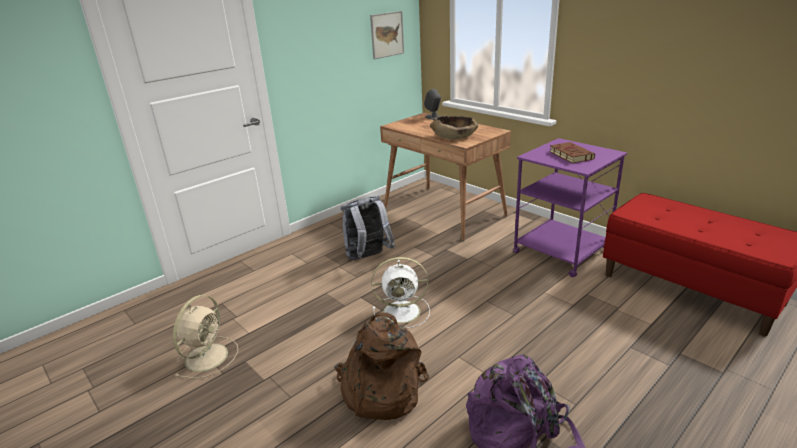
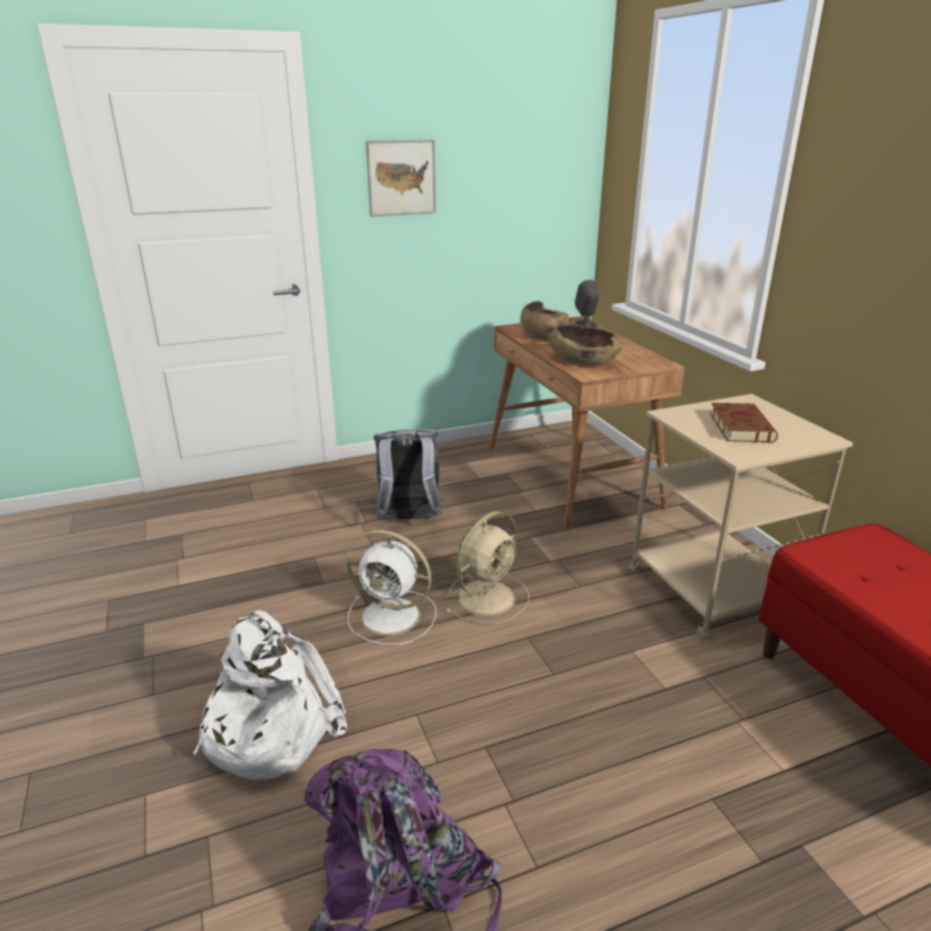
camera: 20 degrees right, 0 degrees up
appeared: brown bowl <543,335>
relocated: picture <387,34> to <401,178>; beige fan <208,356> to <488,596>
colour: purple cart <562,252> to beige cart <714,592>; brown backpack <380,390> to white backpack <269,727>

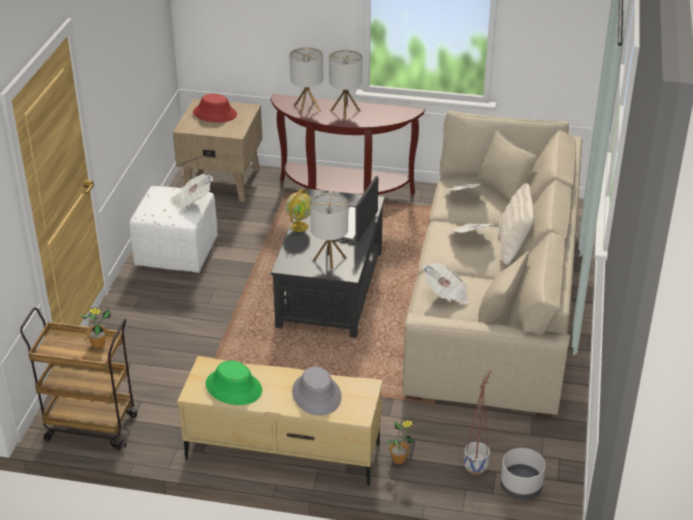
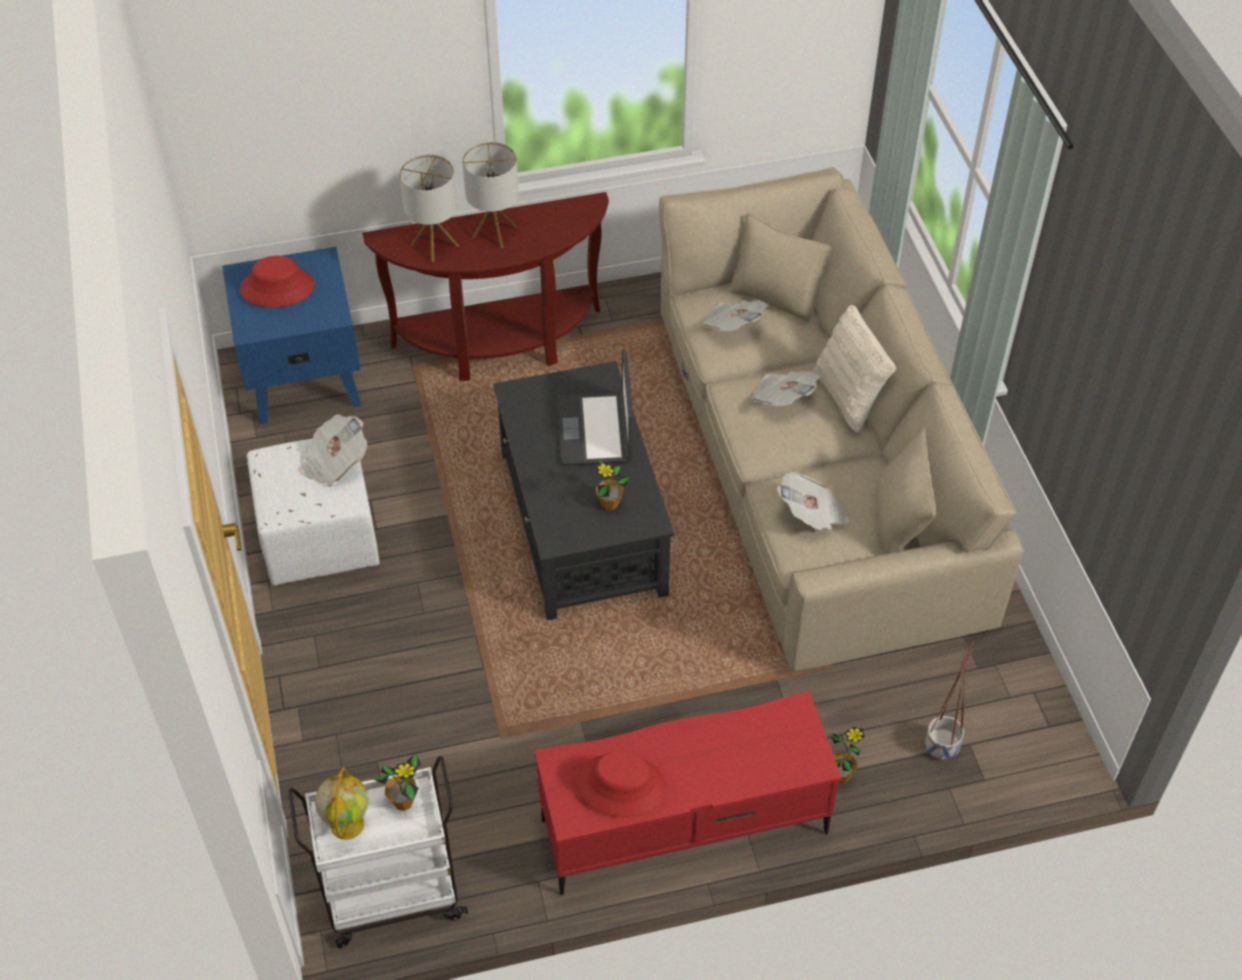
camera: 25 degrees left, 15 degrees up
missing: grey hat <317,394>; grey planter <521,487>
relocated: globe <299,226> to <347,823>
exchanged: table lamp <329,259> to potted plant <609,504>
colour: beige nightstand <223,182> to blue nightstand <305,378>; brown cart <90,427> to white cart <391,898>; beige tv stand <283,450> to red tv stand <683,824>; green hat <234,387> to red hat <621,786>

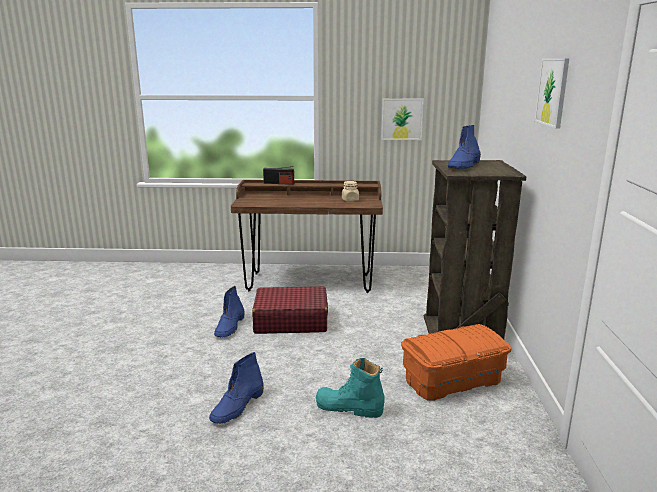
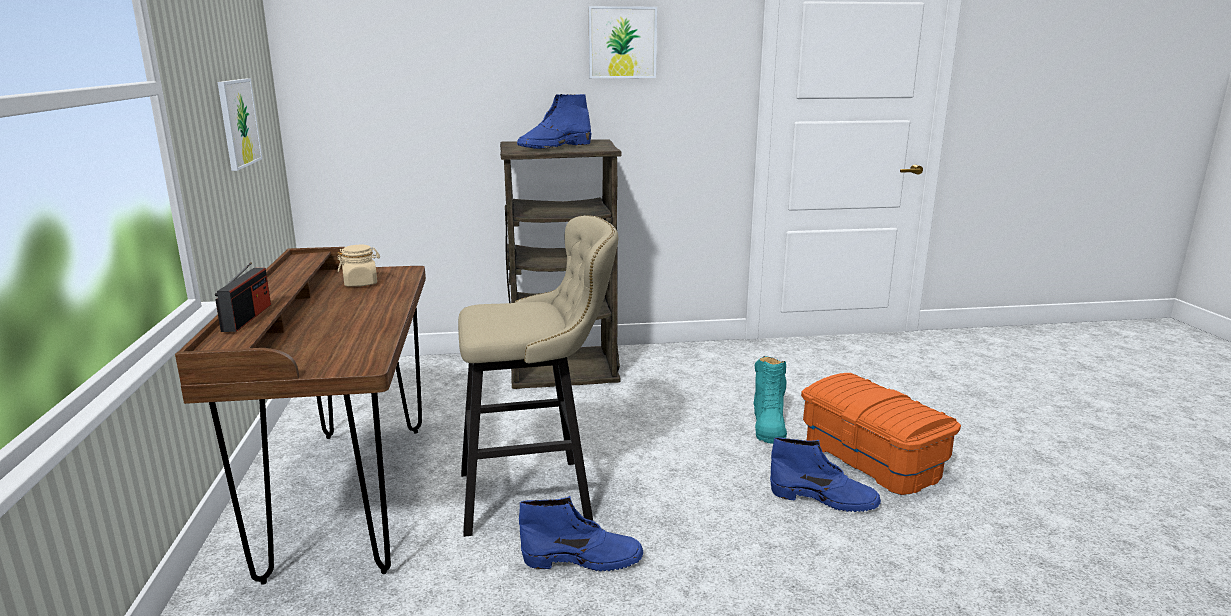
camera: 100 degrees left, 0 degrees up
relocated: orange storage box <452,380> to <872,458>
exchanged: red suitcase <290,321> to beige stool <542,493>
spun: blue boot <463,166> = <554,147> 120 degrees clockwise

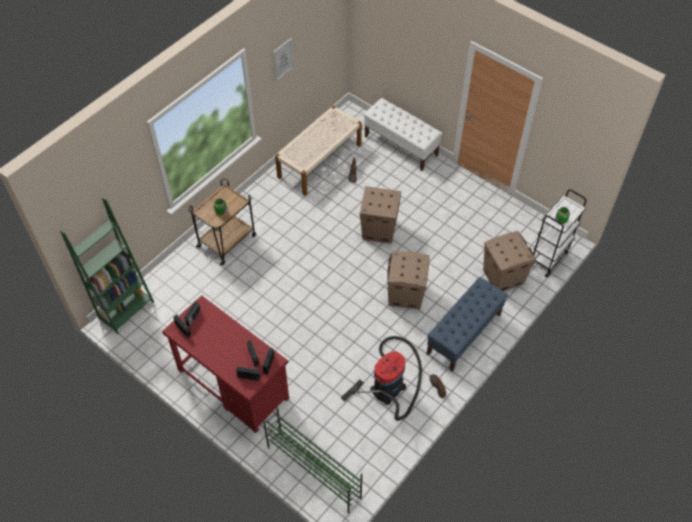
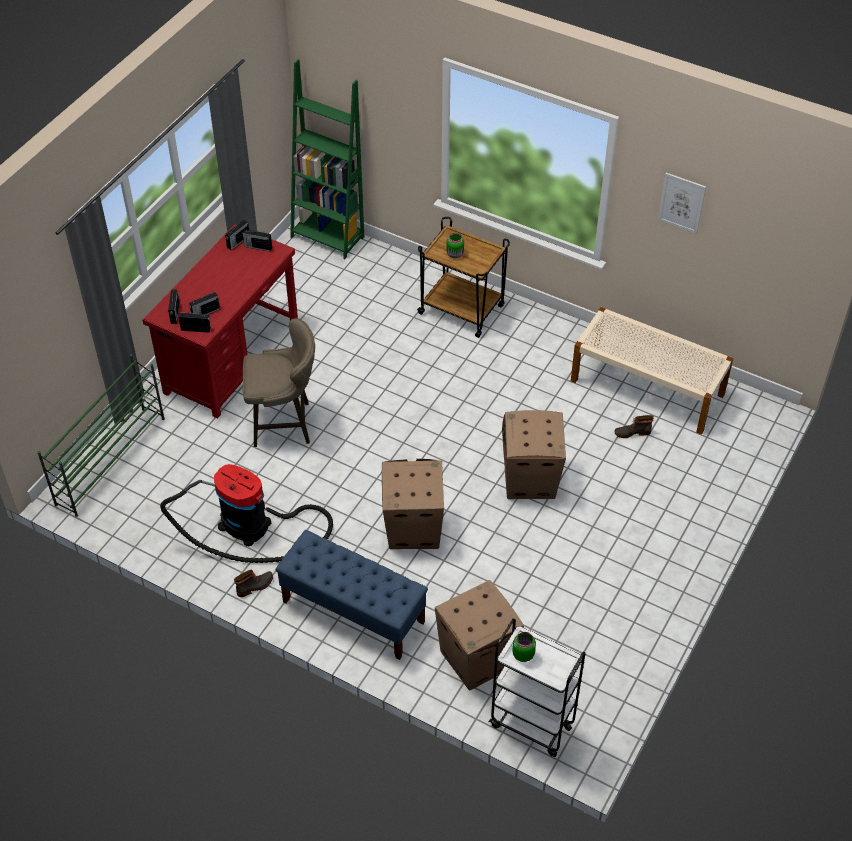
camera: 80 degrees right, 5 degrees down
missing: white bench <401,146>
appeared: beige stool <285,424>

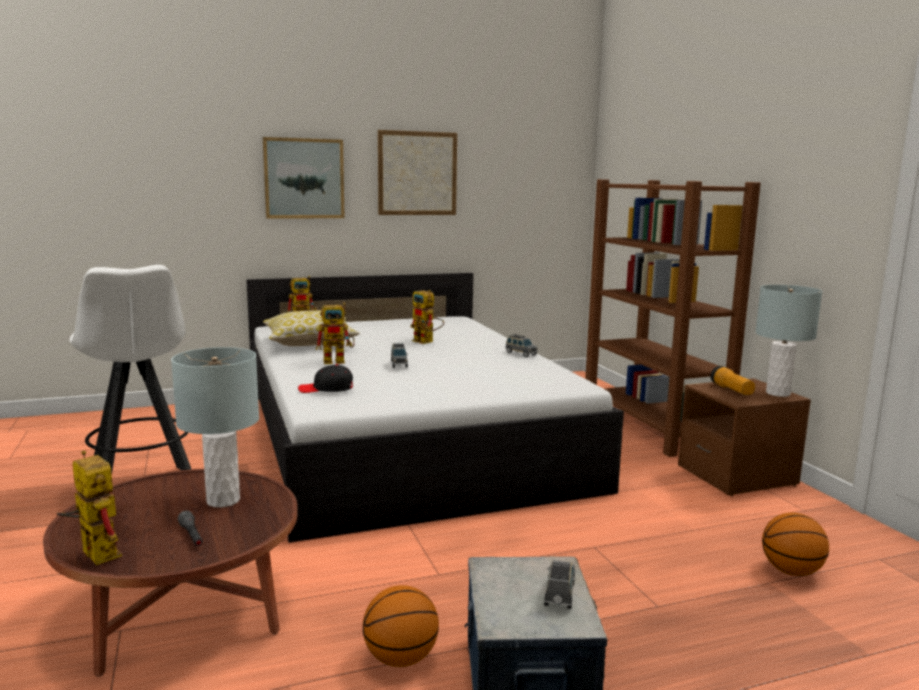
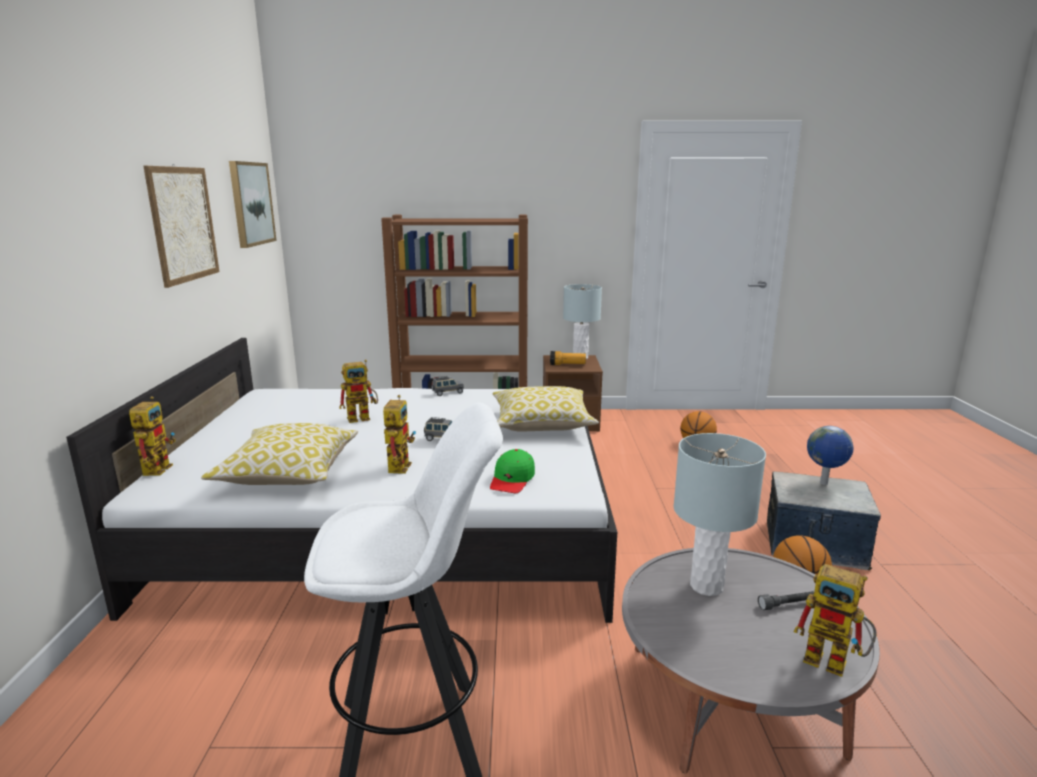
camera: 70 degrees left, 5 degrees up
appeared: pillow <542,424>
relocated: picture <304,178> to <251,203>
exchanged: grey toy car <559,595> to globe <824,483>
colour: black cap <326,389> to green cap <512,480>; brown coffee table <184,608> to grey coffee table <732,698>
spun: toy robot <94,552> = <835,662> 120 degrees counterclockwise

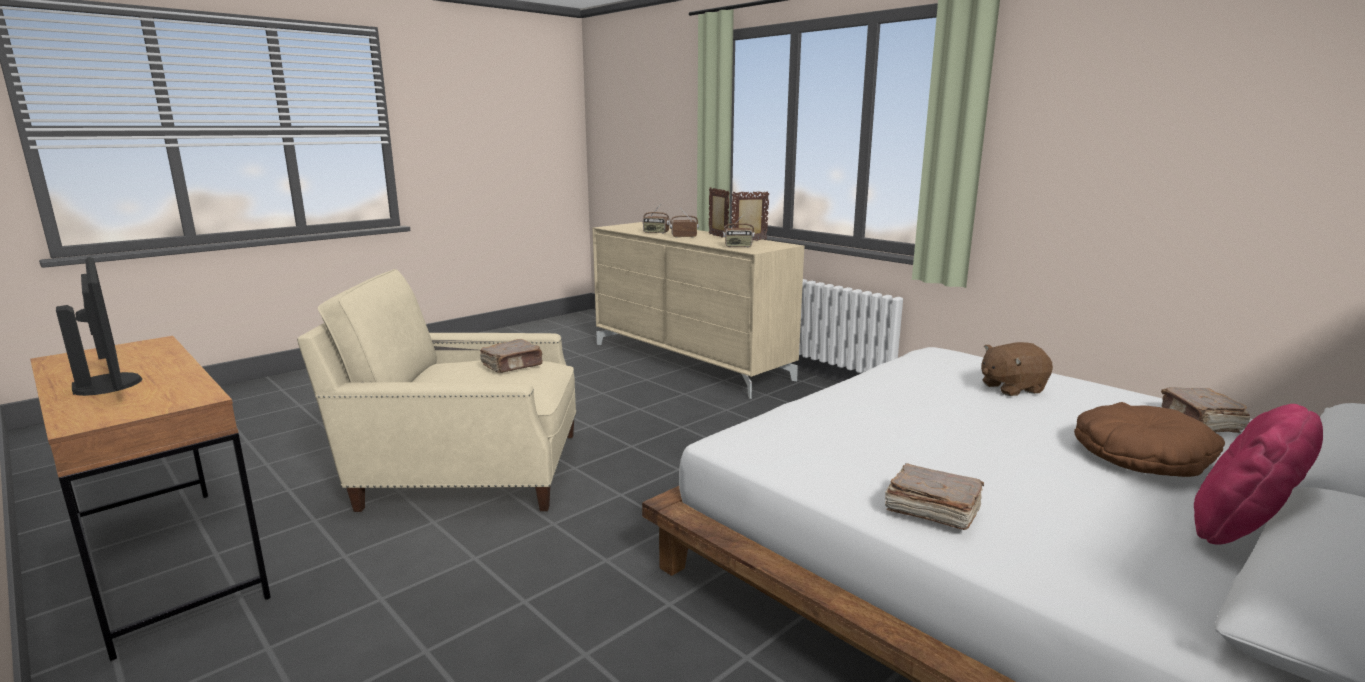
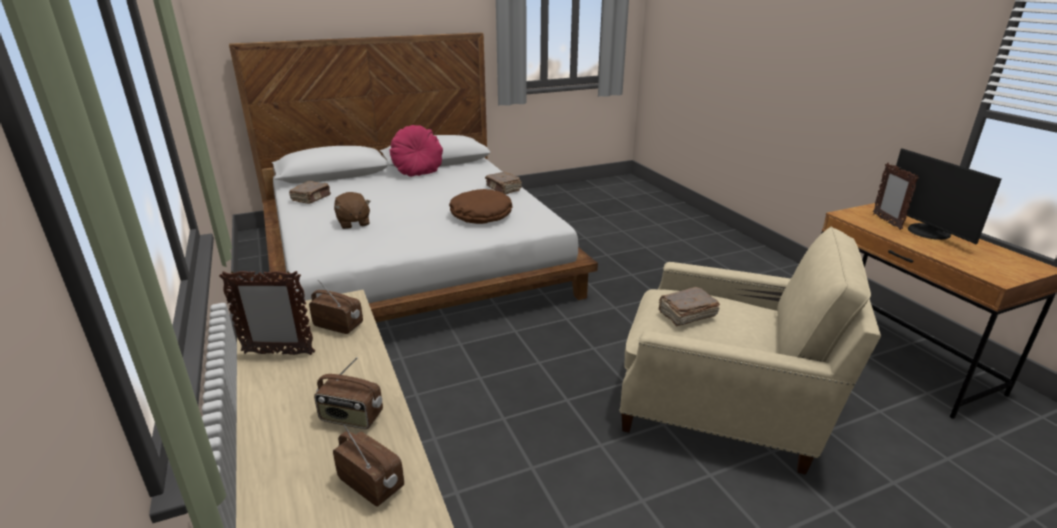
camera: 160 degrees left, 10 degrees up
relocated: picture frame <718,236> to <886,221>; brown pillow <1139,456> to <481,216>
spun: brown plush toy <1011,388> = <353,223> 60 degrees clockwise

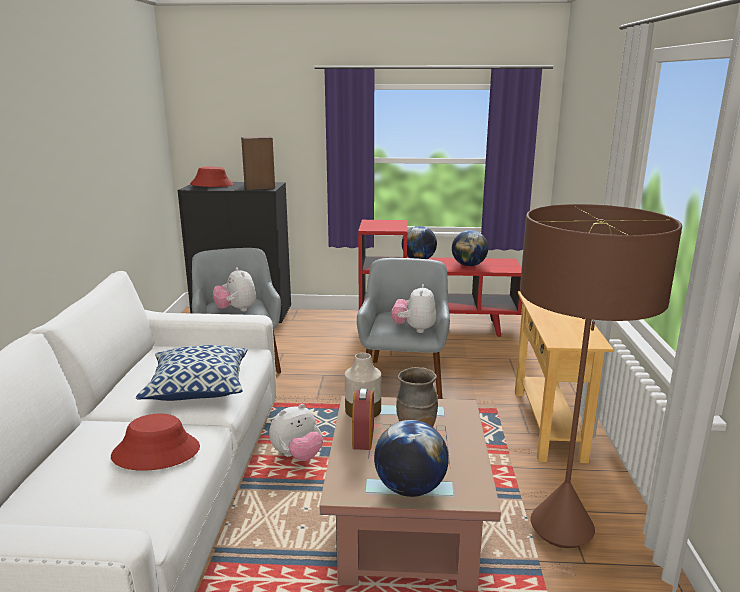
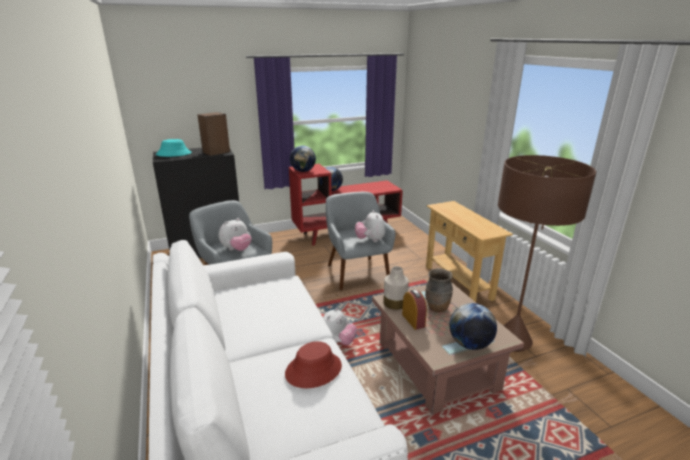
camera: 25 degrees left, 5 degrees up
missing: pillow <197,387>
relocated: globe <468,265> to <303,171>
colour: red hat <212,185> to turquoise hat <174,154>
spun: plush toy <236,310> = <237,249> 75 degrees counterclockwise

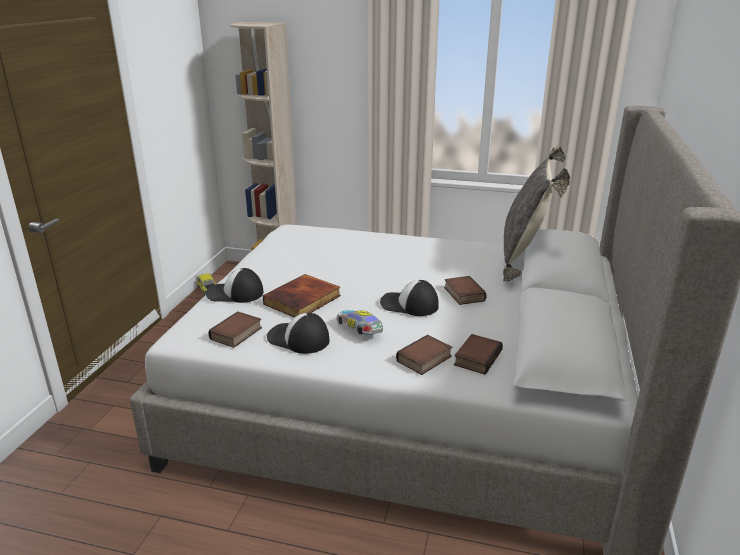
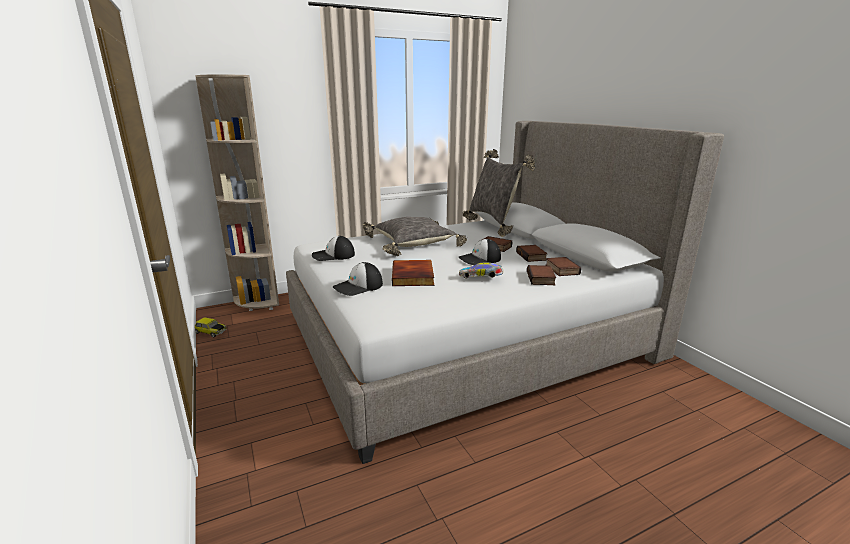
camera: 40 degrees left, 5 degrees down
appeared: pillow <413,241>
relocated: book <237,334> to <532,256>; cap <298,339> to <333,255>

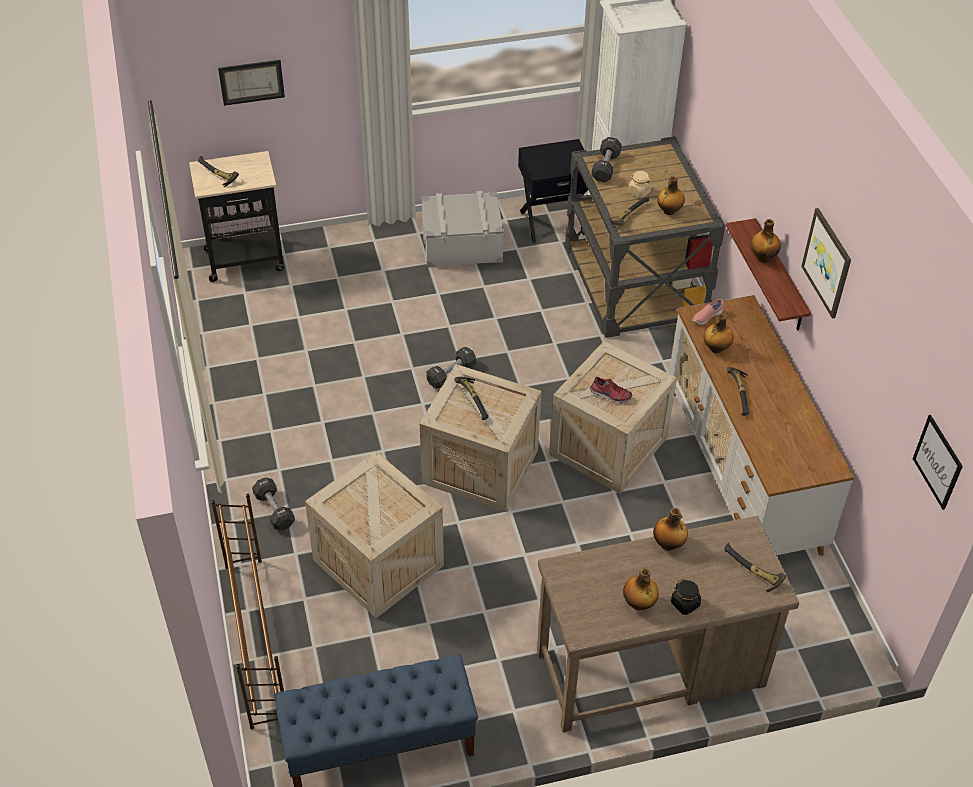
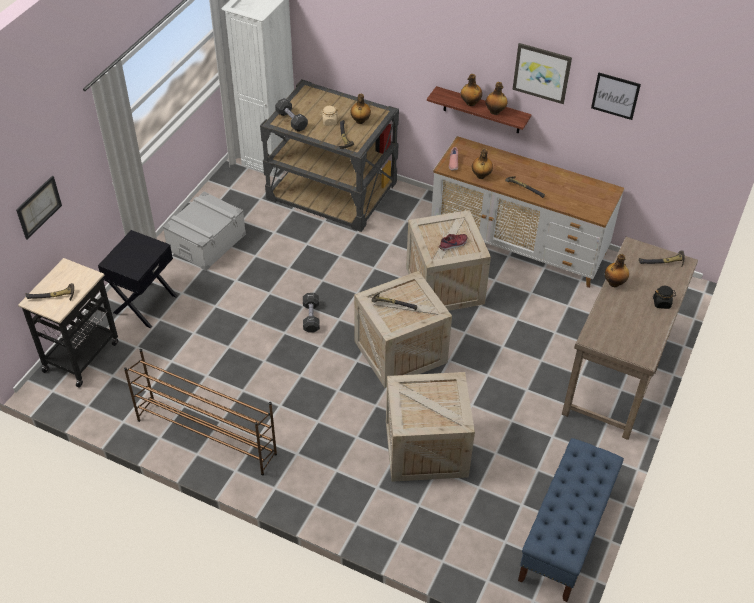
camera: 50 degrees left, 0 degrees up
missing: black dumbbell <274,510>
relocated: black nightstand <552,221> to <144,304>; picture <937,462> to <615,96>; brown shoe rack <256,639> to <206,436>; bottle <638,604> to <495,112>

